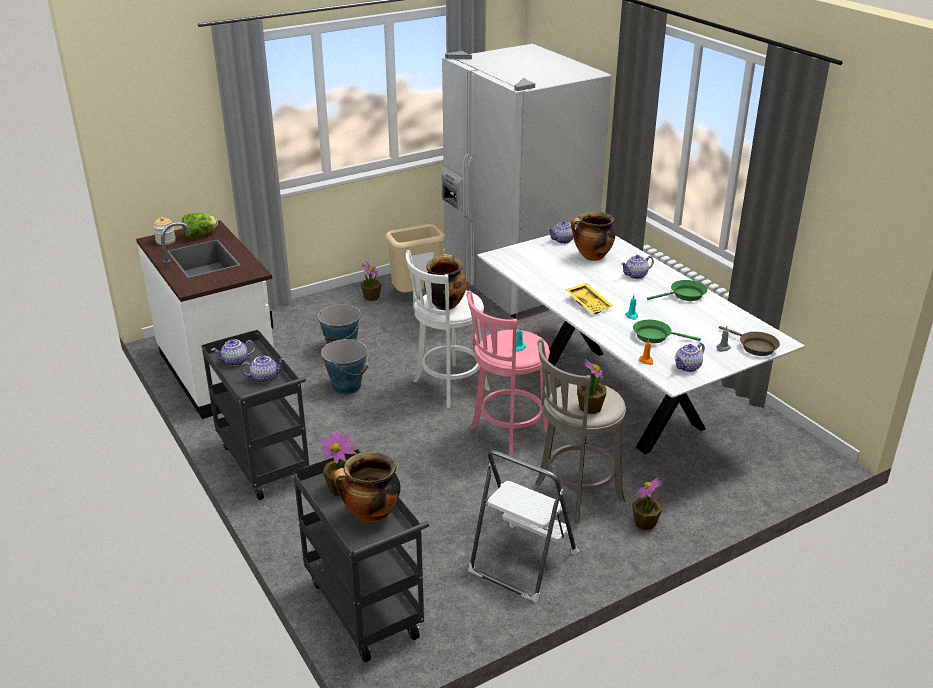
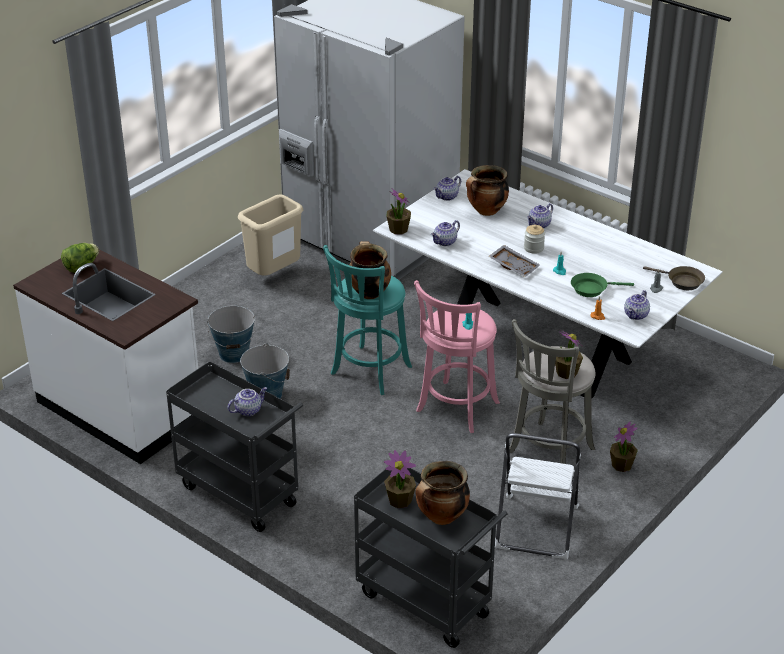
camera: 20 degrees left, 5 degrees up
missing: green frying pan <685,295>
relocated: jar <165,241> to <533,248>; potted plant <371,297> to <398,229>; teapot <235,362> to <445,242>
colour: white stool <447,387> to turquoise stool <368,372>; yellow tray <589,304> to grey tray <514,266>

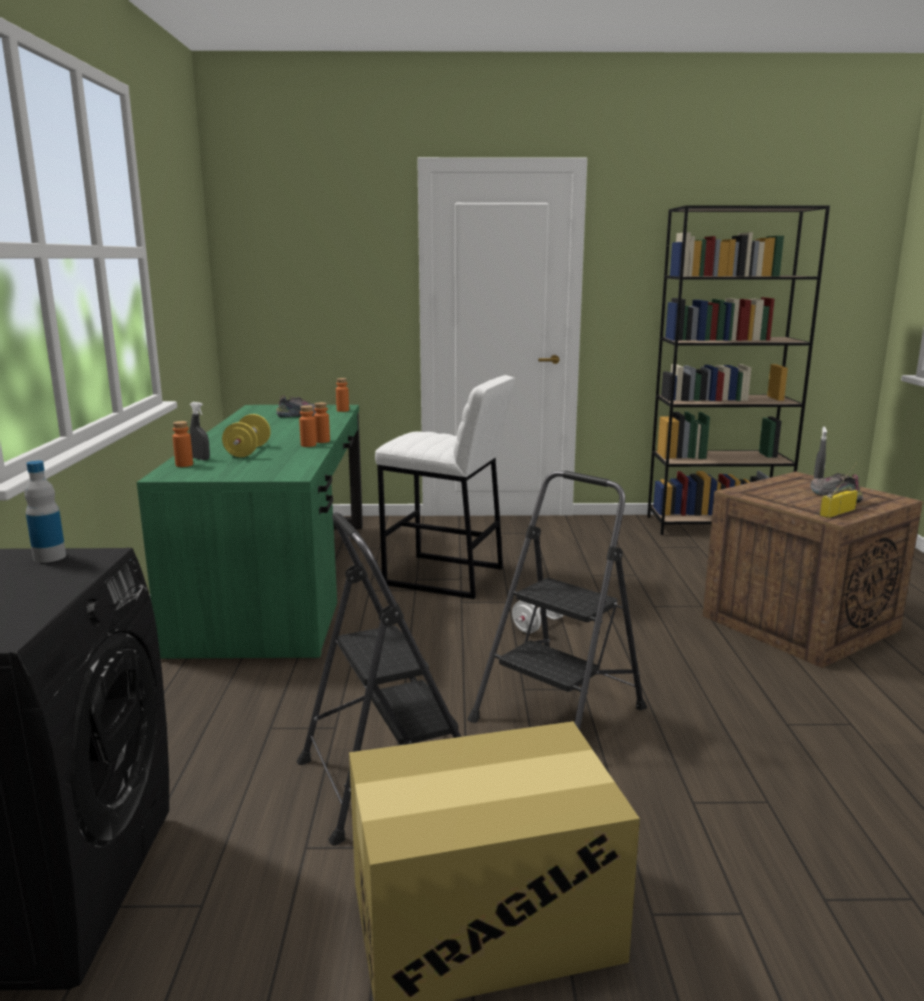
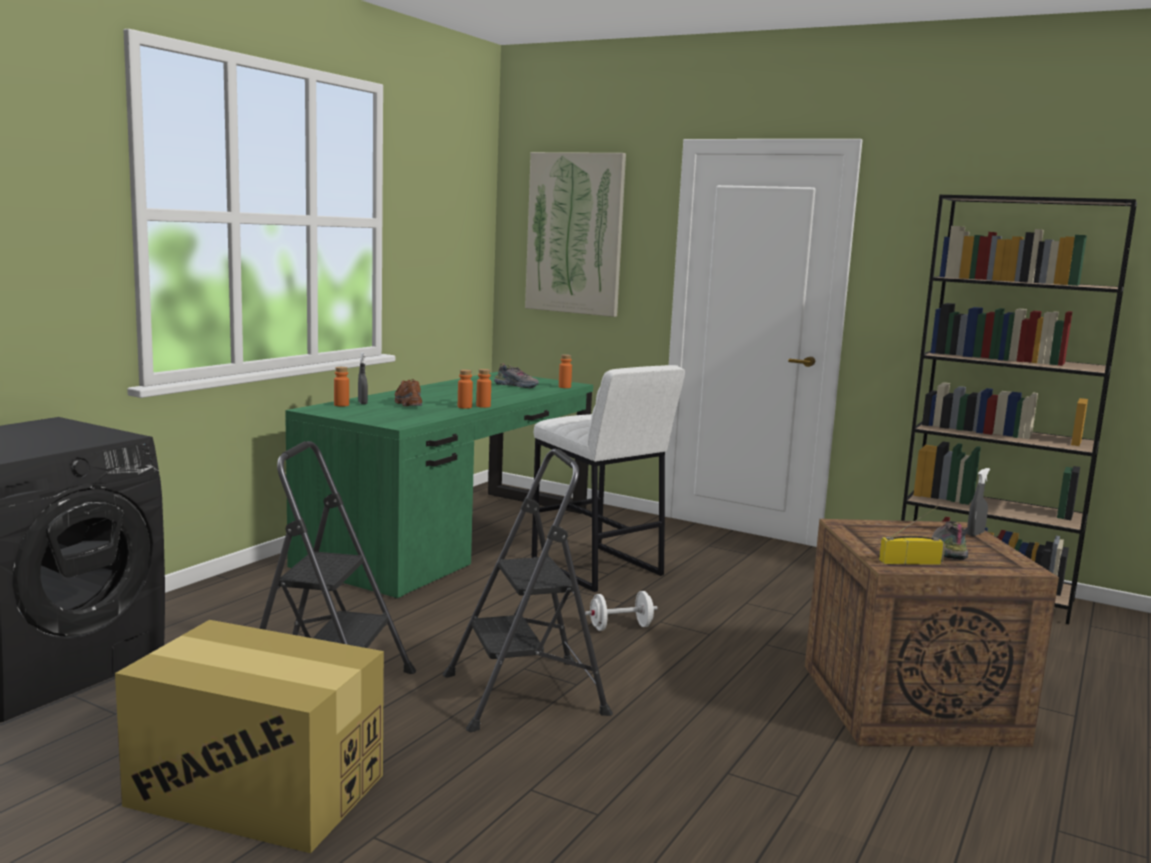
camera: 30 degrees right, 5 degrees down
missing: bottle <49,557>
appeared: picture <575,233>
exchanged: yellow dumbbell <248,451> to brown shoe <408,404>

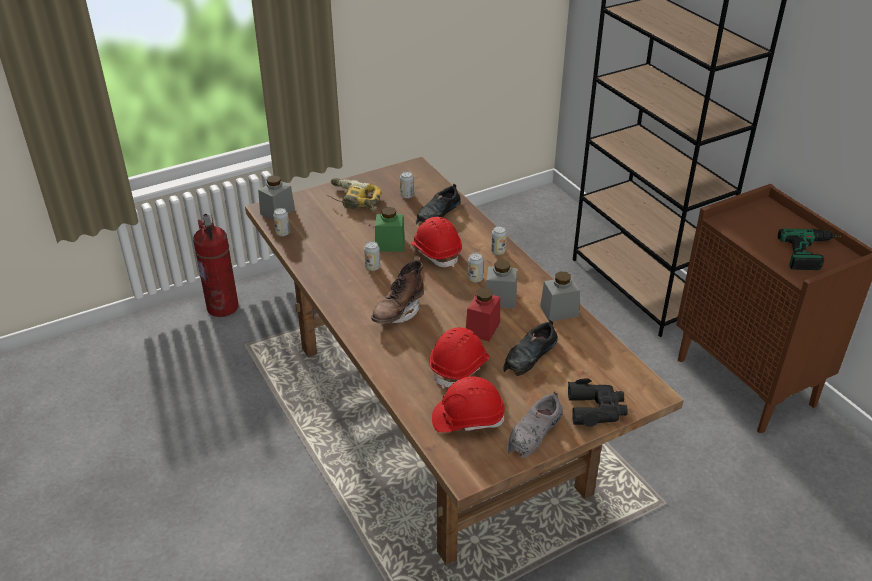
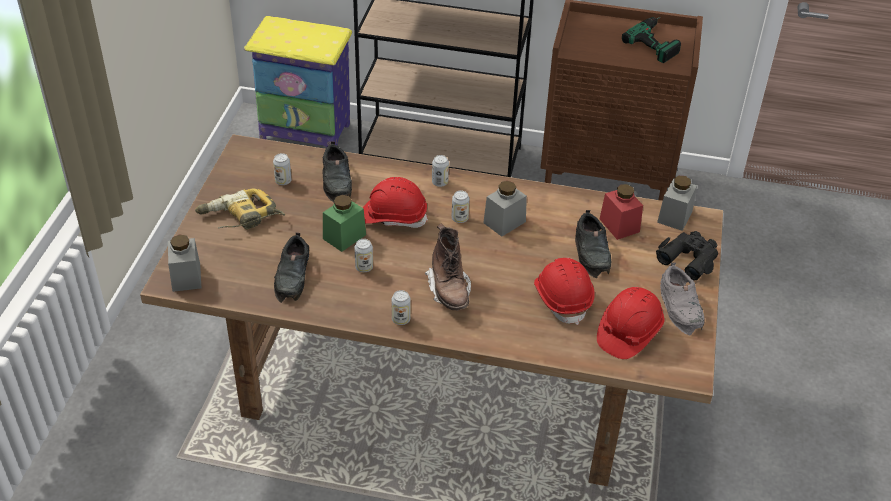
camera: 50 degrees left, 5 degrees up
missing: fire extinguisher <223,307>
appeared: nightstand <306,135>; black shoe <293,276>
relocated: can <282,233> to <401,319>; grey jar <559,311> to <674,216>; red jar <482,328> to <619,225>

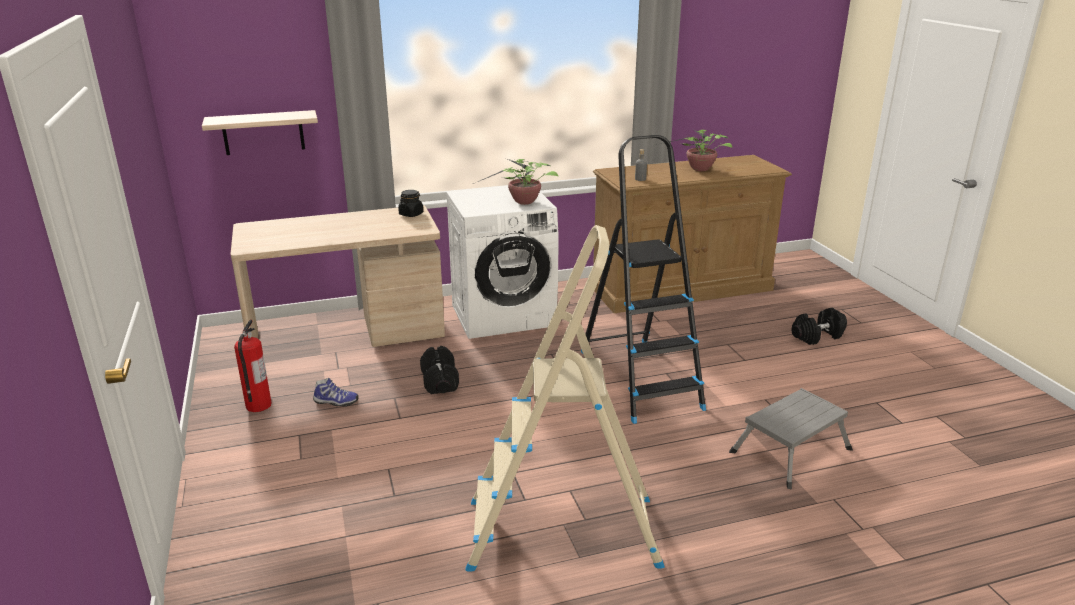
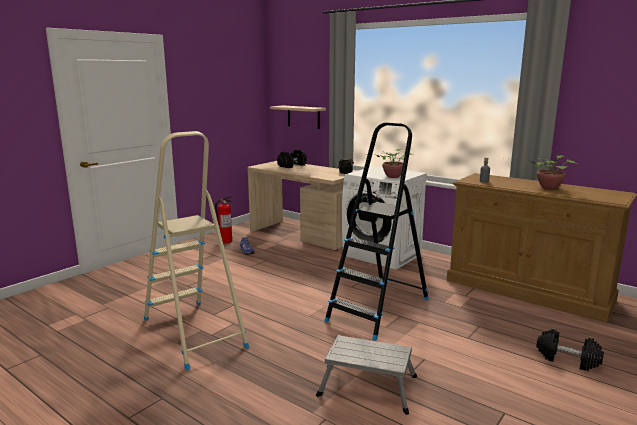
camera: 55 degrees right, 10 degrees down
relocated: black dumbbell <439,381> to <292,165>

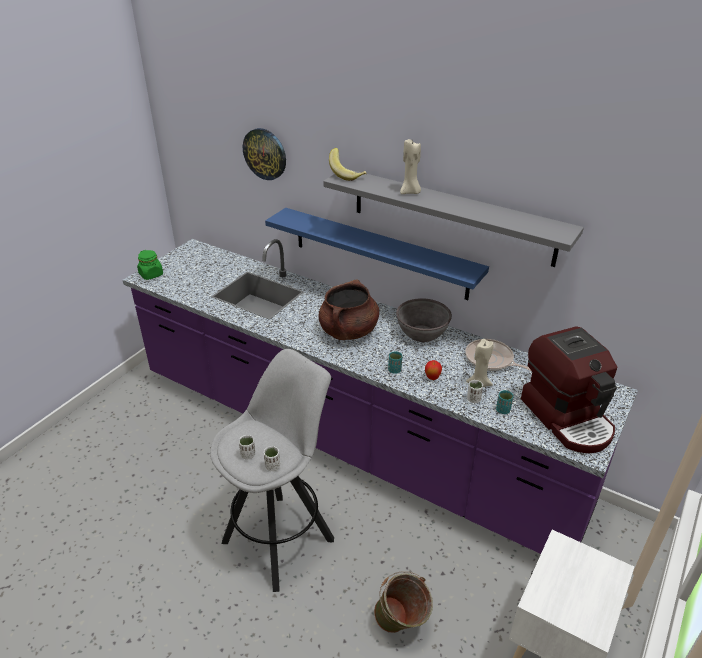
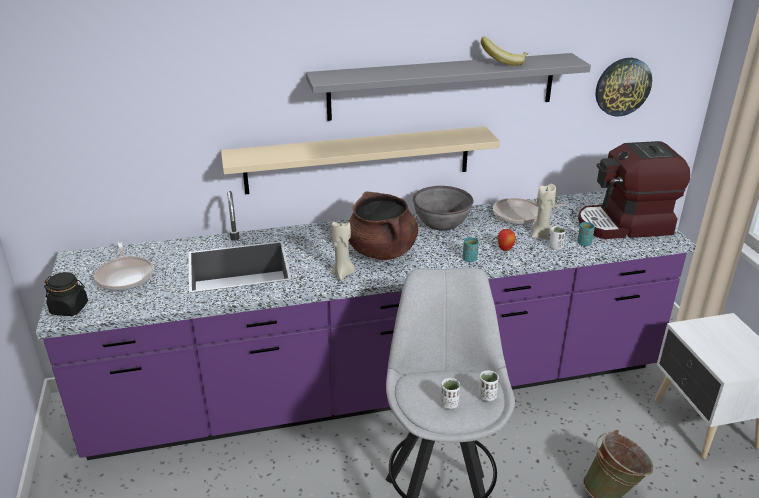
camera: 45 degrees left, 5 degrees down
appeared: frying pan <125,276>
relocated: wall clock <265,154> to <622,86>; beige candle <410,192> to <343,274>; banana <347,175> to <504,62>
colour: blue shelf <379,253> to beige shelf <358,160>; green jar <151,274> to black jar <69,308>
spun: coffee machine <568,418> = <625,225> 150 degrees clockwise

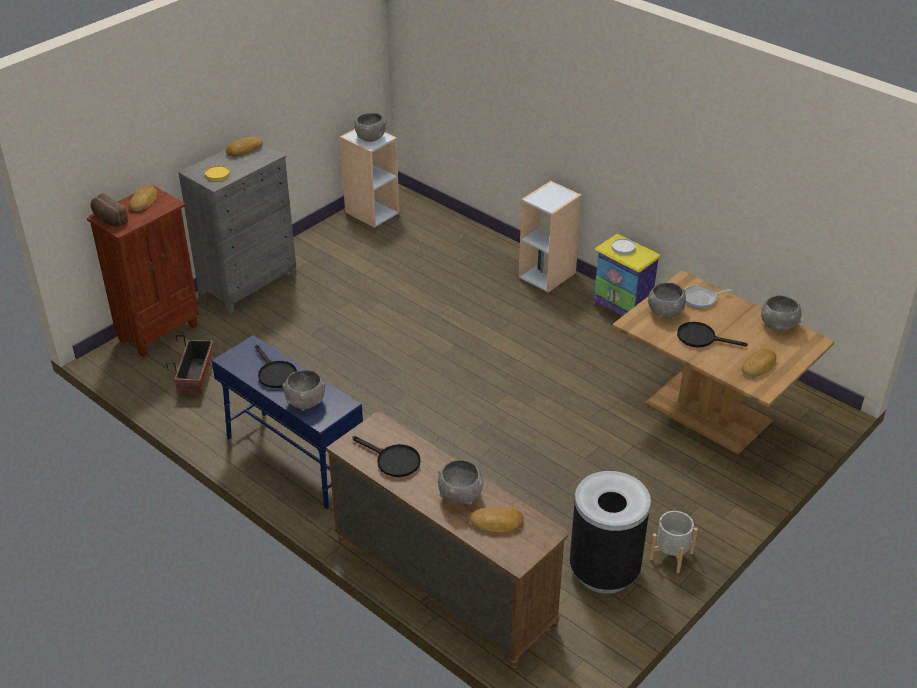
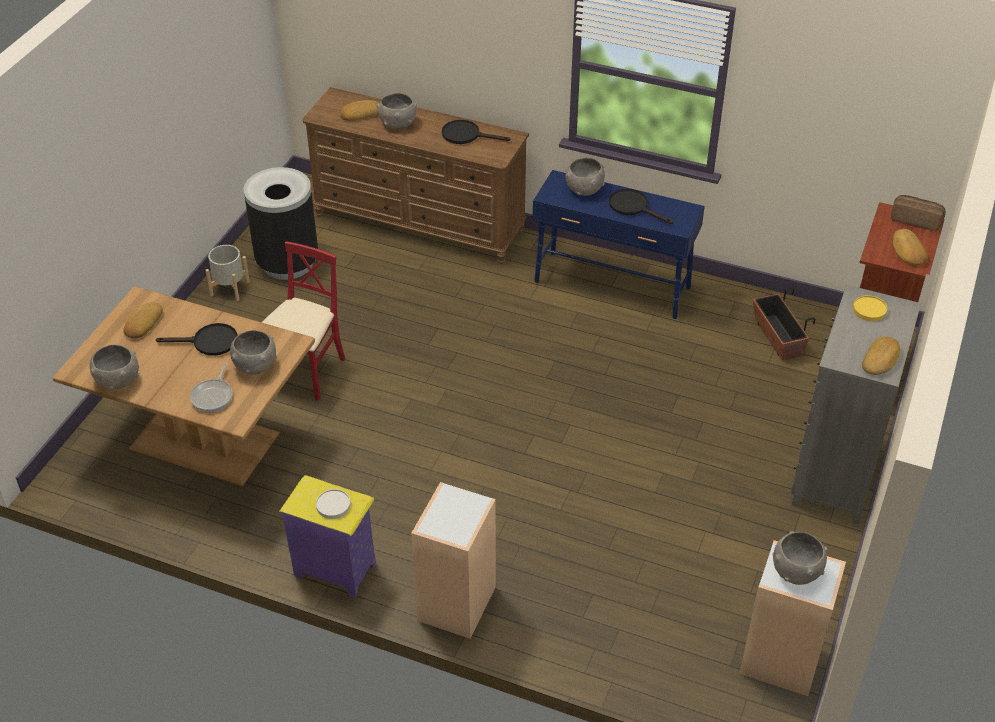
camera: 160 degrees right, 5 degrees up
appeared: red chair <307,372>
spun: frying pan <701,299> = <213,396> 135 degrees clockwise

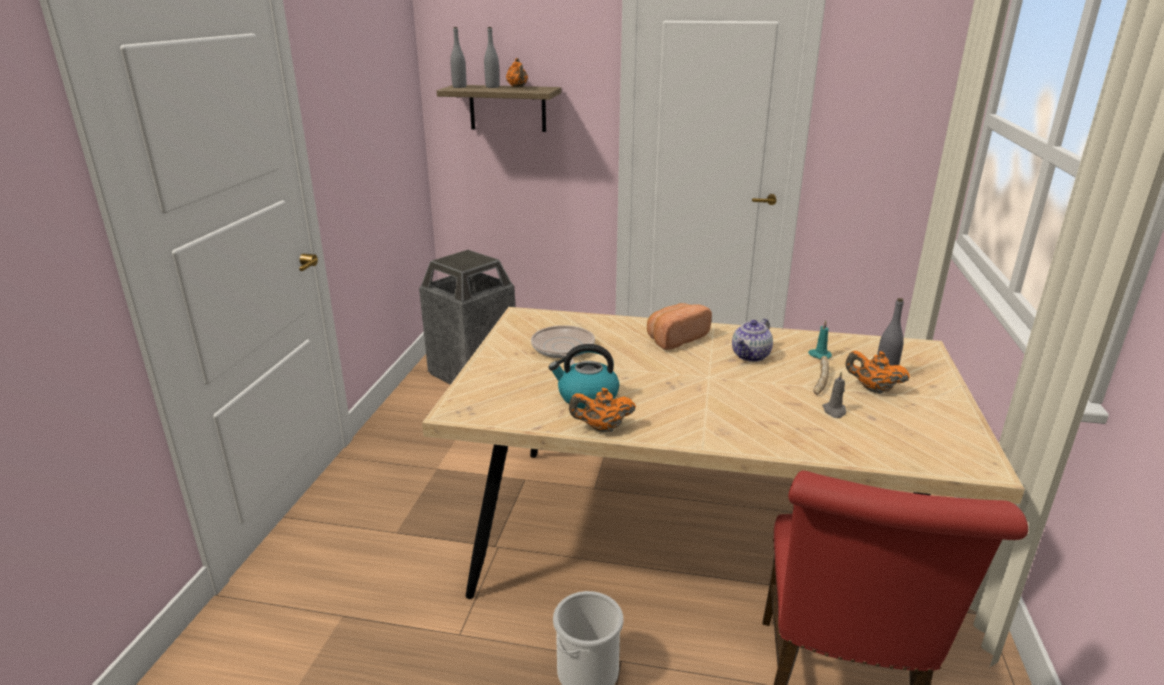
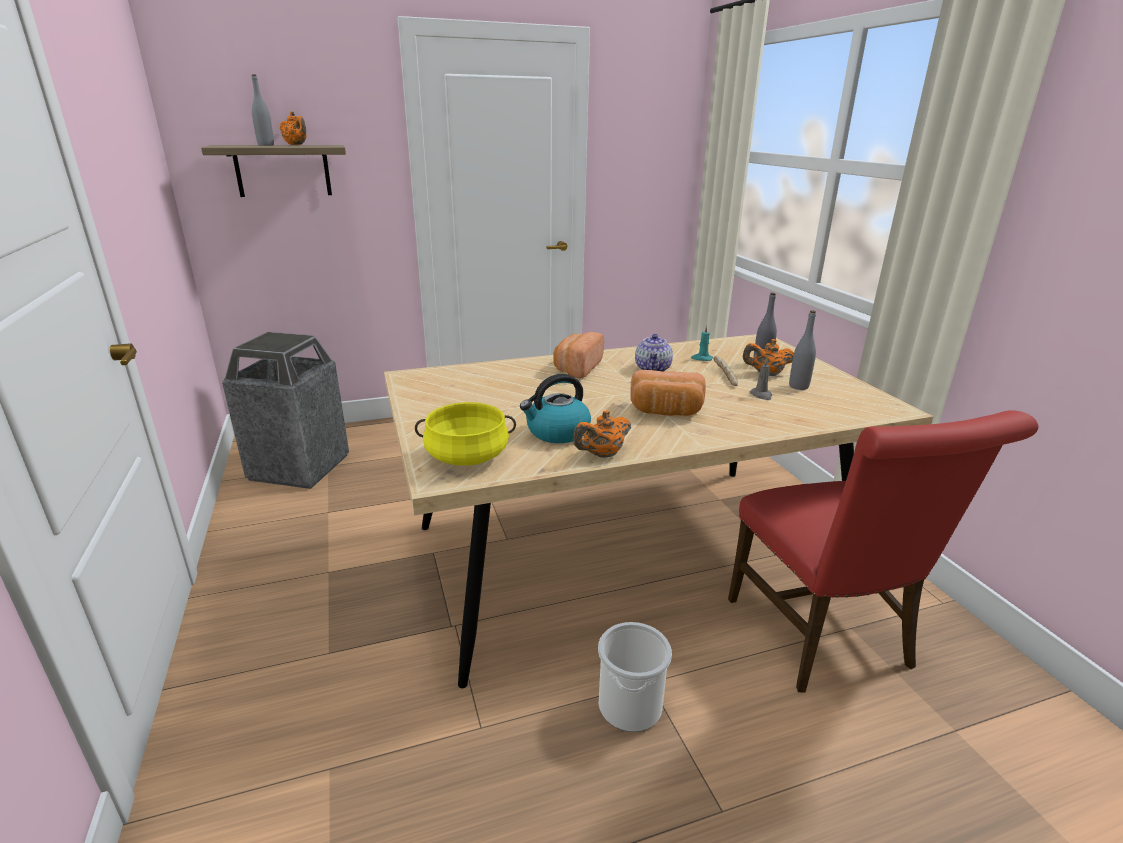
camera: 30 degrees left, 0 degrees up
missing: frying pan <563,349>
appeared: bread <666,412>; yellow cooking pot <467,456>
relocated: grey bottle <459,87> to <798,386>

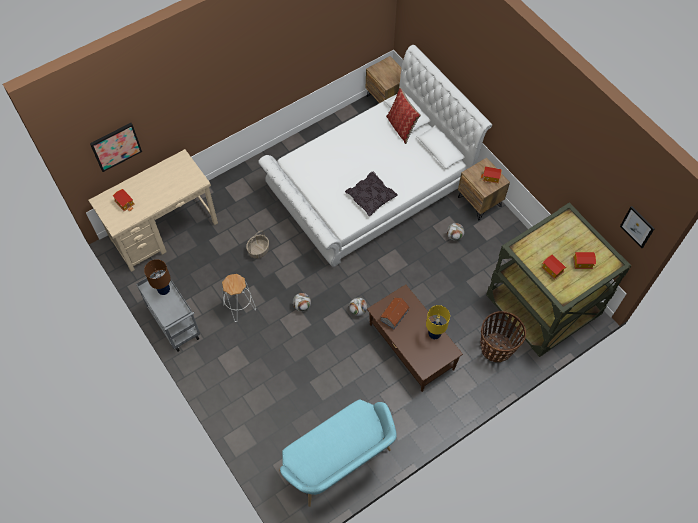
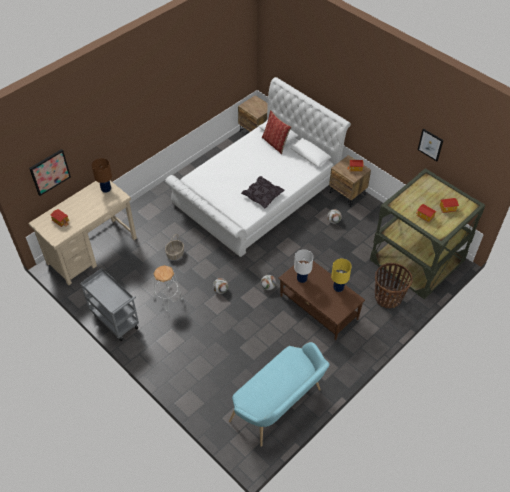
camera: 10 degrees left, 10 degrees down
relocated: picture <637,227> to <430,144>; brown table lamp <164,290> to <106,189>
exchanged: toy house <394,315> to white table lamp <301,279>

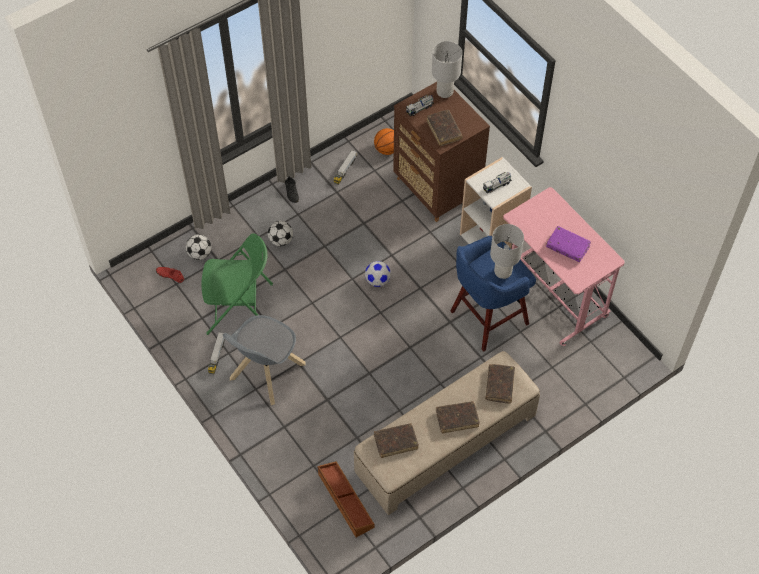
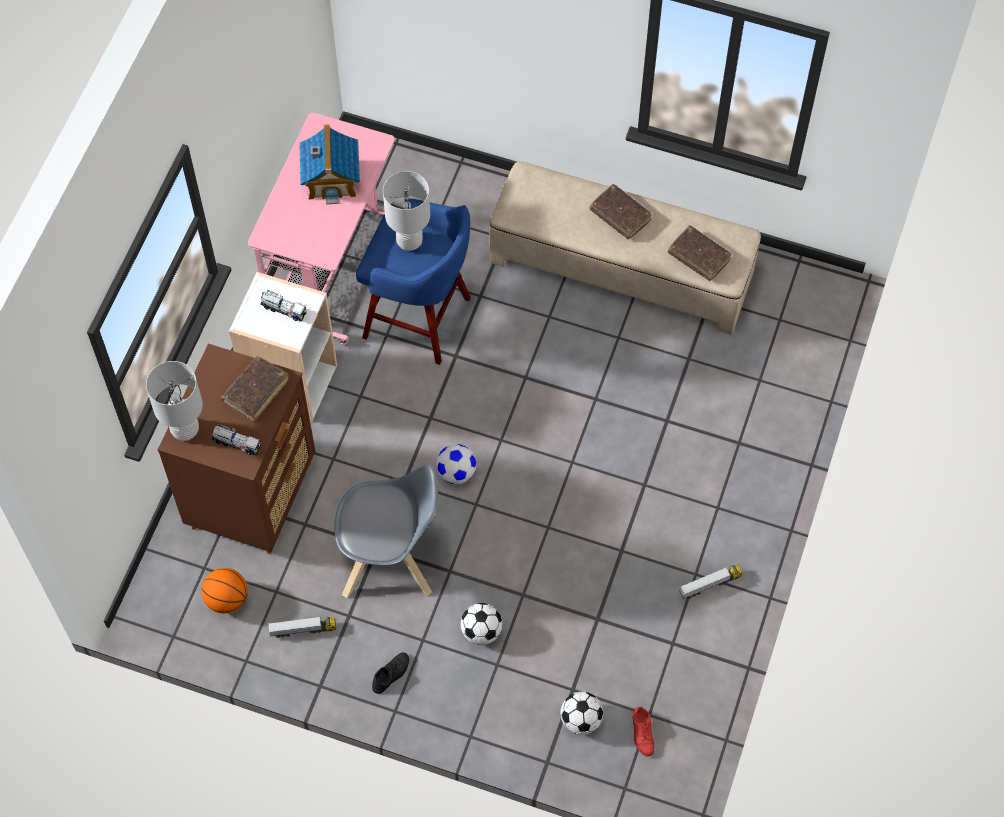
camera: 125 degrees left, 5 degrees up
missing: green chair <240,309>; brown book <499,385>; brown storage box <345,501>
relocated: grey chair <266,373> to <390,558>
exchanged: purple book <567,247> to toy house <331,178>

